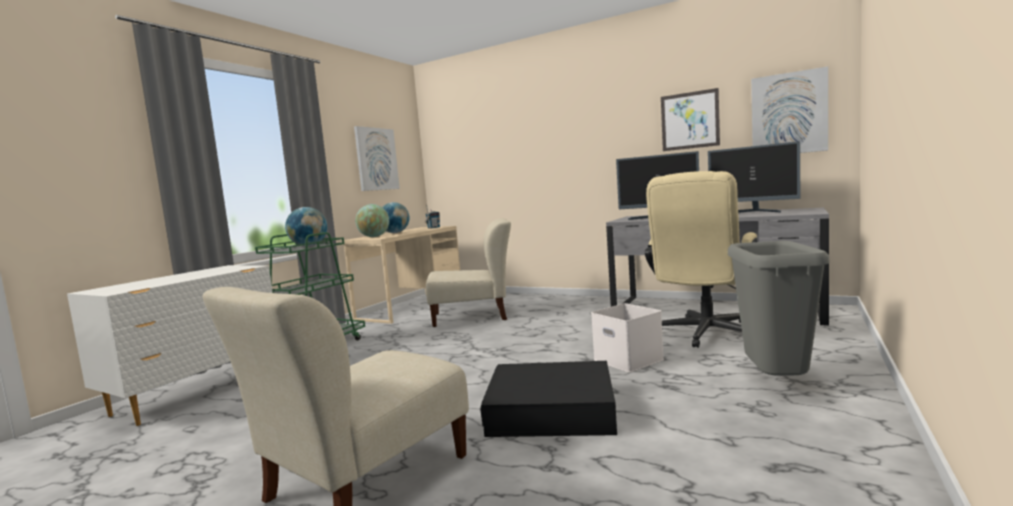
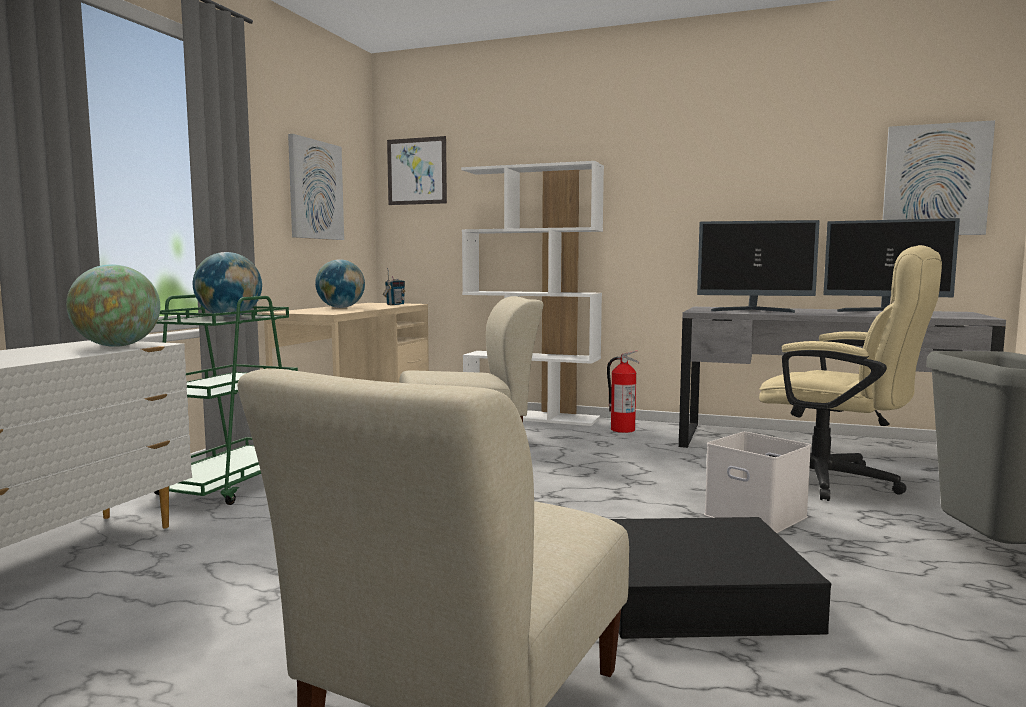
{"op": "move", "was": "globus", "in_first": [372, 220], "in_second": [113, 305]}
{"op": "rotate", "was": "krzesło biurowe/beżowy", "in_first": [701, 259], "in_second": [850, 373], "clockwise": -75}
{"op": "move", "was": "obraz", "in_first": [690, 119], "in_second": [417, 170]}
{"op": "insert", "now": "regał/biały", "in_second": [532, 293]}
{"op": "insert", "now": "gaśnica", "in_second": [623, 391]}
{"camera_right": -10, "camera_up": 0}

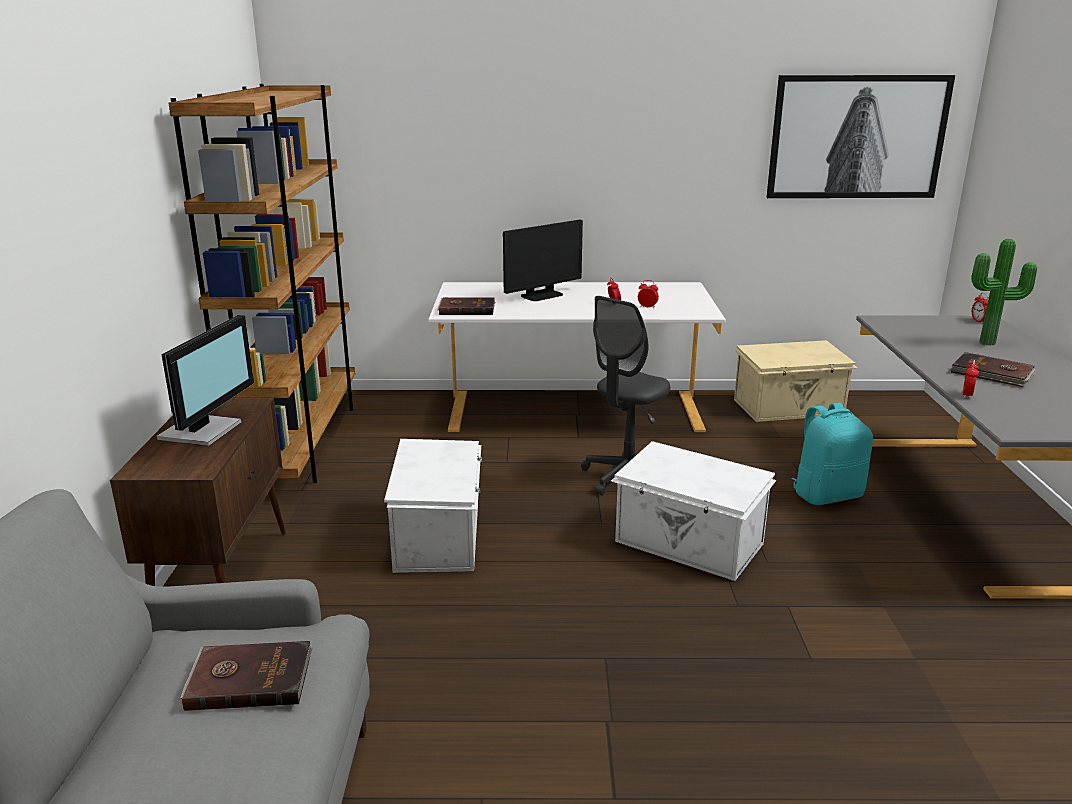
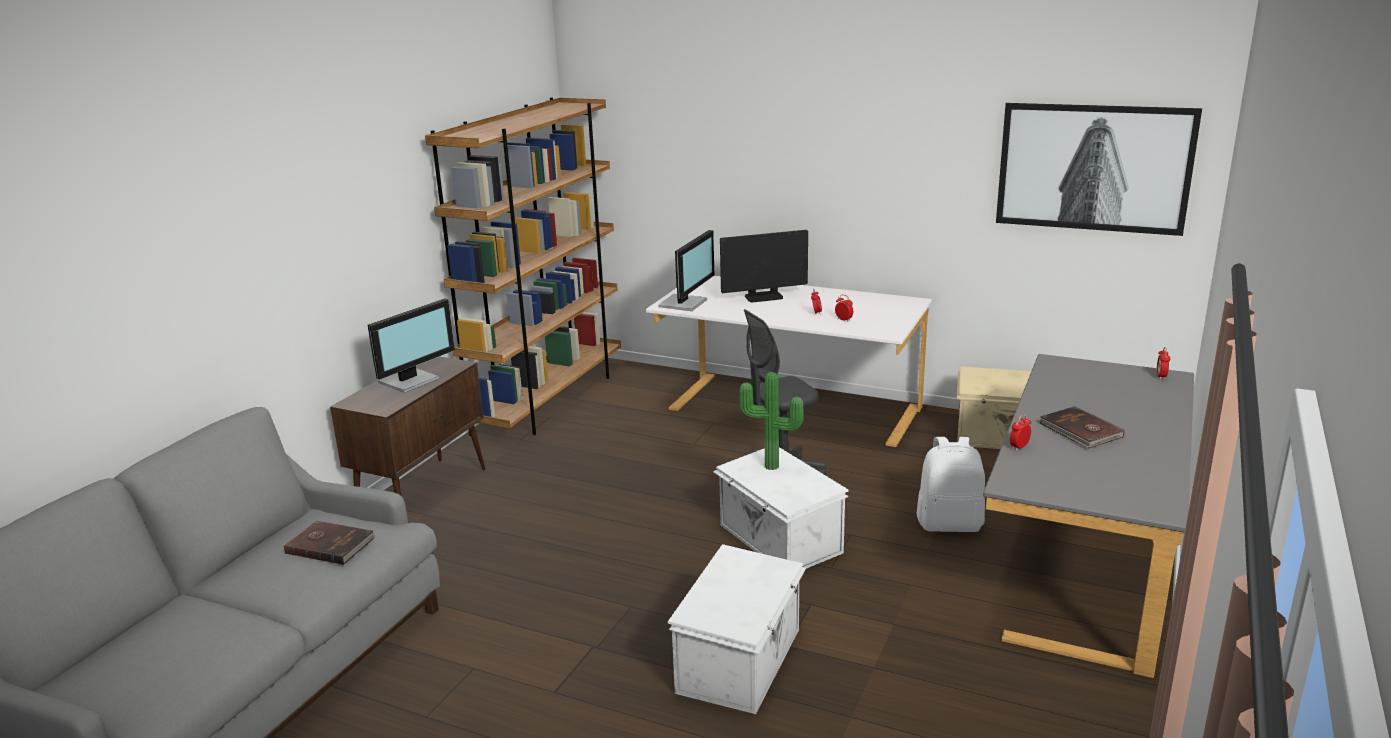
{"op": "move", "was": "pojemnik do przechowywania/biały", "in_first": [433, 506], "in_second": [737, 629]}
{"op": "replace", "was": "książka/brązowy", "now": "monitor", "in_first": [466, 306], "in_second": [686, 270]}
{"op": "recolor", "was": "plecak/turkusowy", "now": "plecak/biały", "in_first": [832, 454], "in_second": [951, 484]}
{"op": "move", "was": "roślina doniczkowa", "in_first": [1004, 292], "in_second": [771, 421]}
{"camera_right": 25, "camera_up": 0}

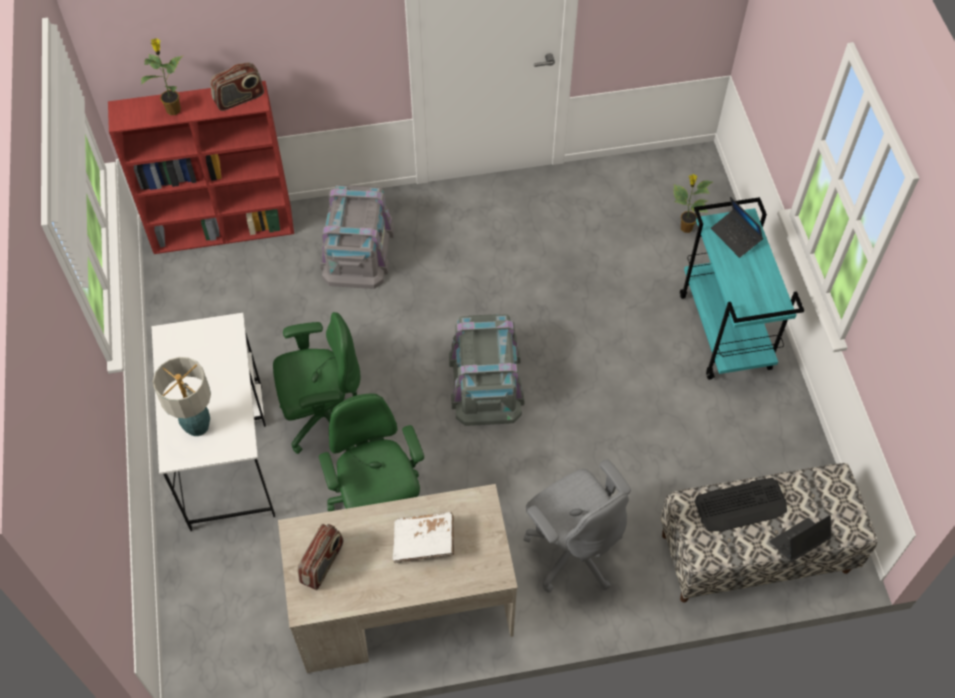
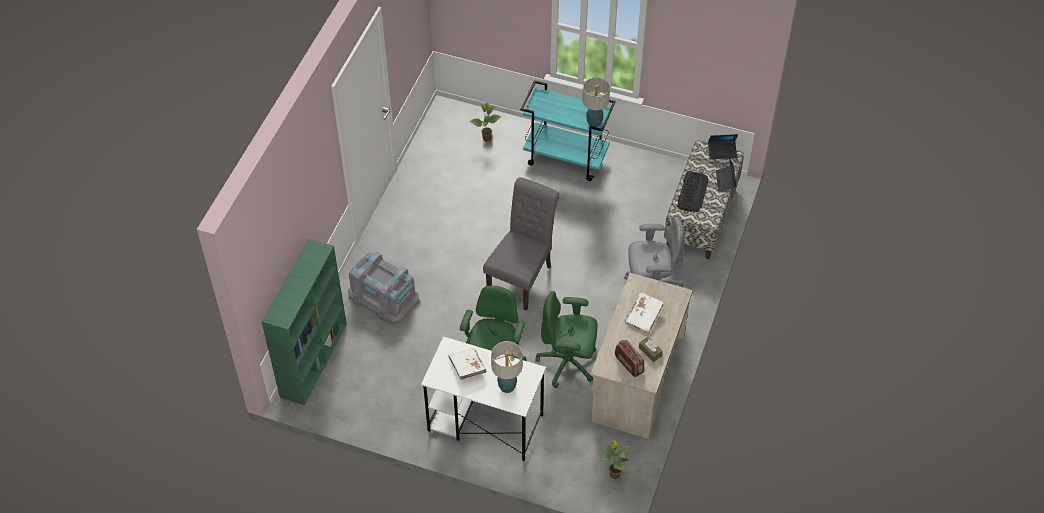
{"op": "recolor", "was": "regał/czerwony", "now": "regał/zielony", "in_first": [201, 167], "in_second": [304, 322]}
{"op": "move", "was": "roślina doniczkowa", "in_first": [162, 76], "in_second": [616, 460]}
{"op": "delete", "was": "radio", "in_first": [237, 87]}
{"op": "replace", "was": "pojemnik do przechowywania/szary", "now": "krzesło/szary", "in_first": [486, 370], "in_second": [521, 244]}
{"op": "move", "was": "laptop", "in_first": [737, 227], "in_second": [723, 146]}
{"op": "insert", "now": "książka/biały", "in_second": [467, 364]}
{"op": "insert", "now": "lampa stołowa", "in_second": [596, 102]}
{"op": "insert", "now": "pudełko chusteczek/brązowy", "in_second": [651, 349]}
{"camera_right": -60, "camera_up": -5}

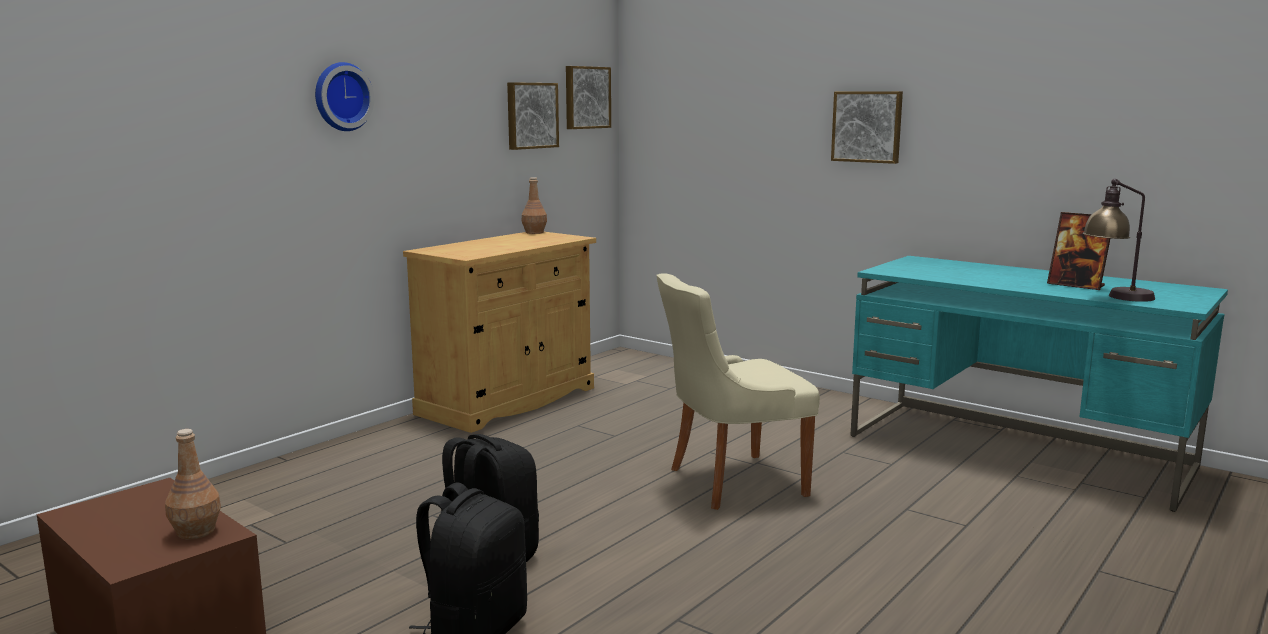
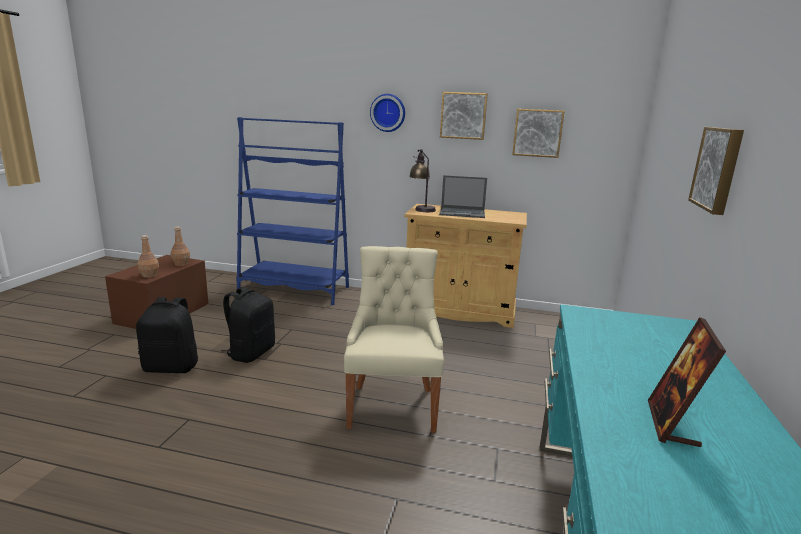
{"op": "move", "was": "butelka/brązowy", "in_first": [534, 205], "in_second": [180, 246]}
{"op": "move", "was": "obraz", "in_first": [588, 97], "in_second": [464, 116]}
{"op": "rotate", "was": "krzesło/beżowy", "in_first": [738, 392], "in_second": [394, 339], "clockwise": 45}
{"op": "move", "was": "lampa stołowa", "in_first": [1119, 240], "in_second": [422, 180]}
{"op": "insert", "now": "regał/niebieski", "in_second": [292, 211]}
{"op": "insert", "now": "laptop", "in_second": [463, 196]}
{"camera_right": 65, "camera_up": 5}

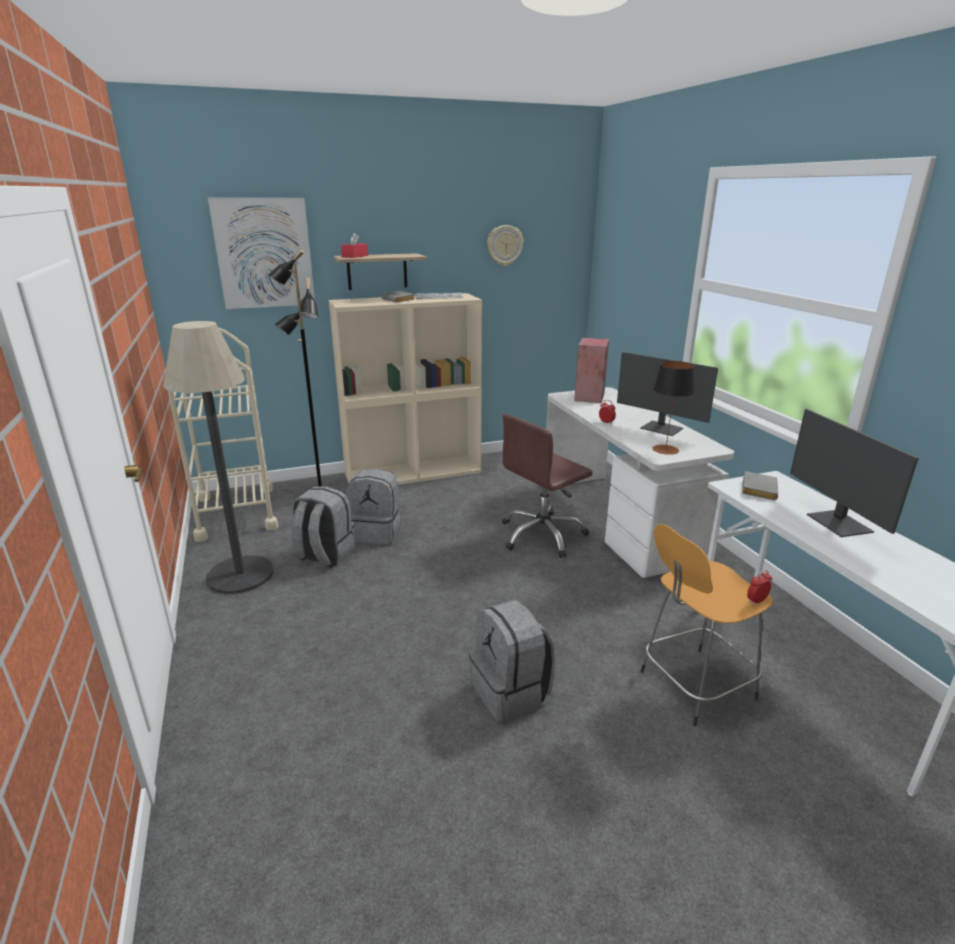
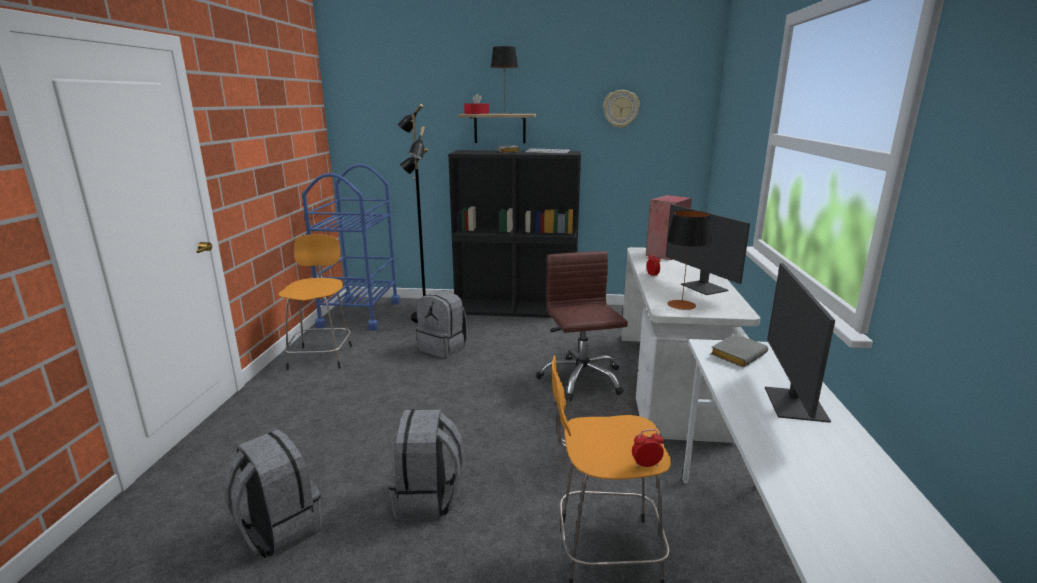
{"op": "replace", "was": "lampa stojąca", "now": "stołek/pomarańczowy", "in_first": [218, 457], "in_second": [315, 302]}
{"op": "recolor", "was": "wózek/beżowy", "now": "wózek/niebieski", "in_first": [223, 434], "in_second": [351, 247]}
{"op": "delete", "was": "obraz", "in_first": [261, 253]}
{"op": "move", "was": "plecak/szary", "in_first": [323, 527], "in_second": [272, 493]}
{"op": "recolor", "was": "regał/beżowy", "now": "regał/czarny", "in_first": [405, 389], "in_second": [514, 234]}
{"op": "rotate", "was": "krzesło biurowe/brązowy", "in_first": [547, 486], "in_second": [582, 326], "clockwise": 90}
{"op": "insert", "now": "lampa stołowa", "in_second": [504, 80]}
{"camera_right": 25, "camera_up": -5}

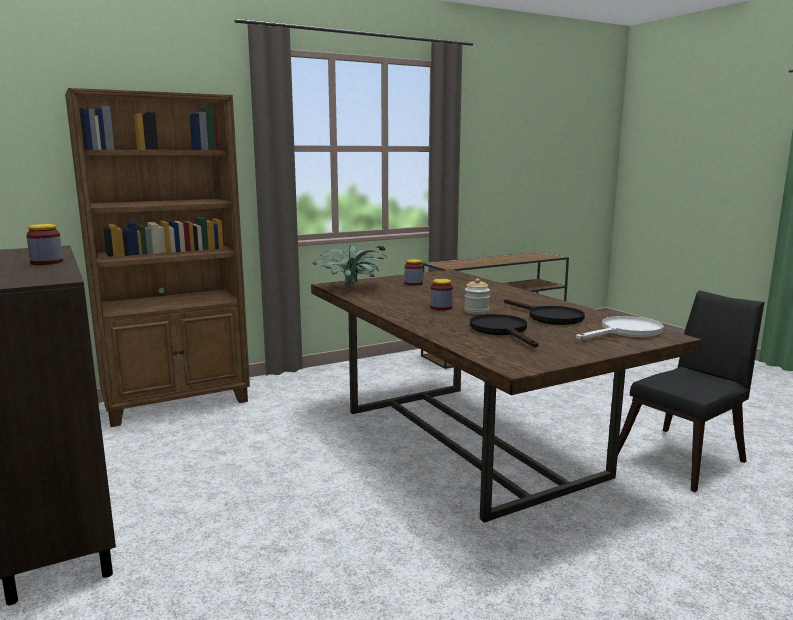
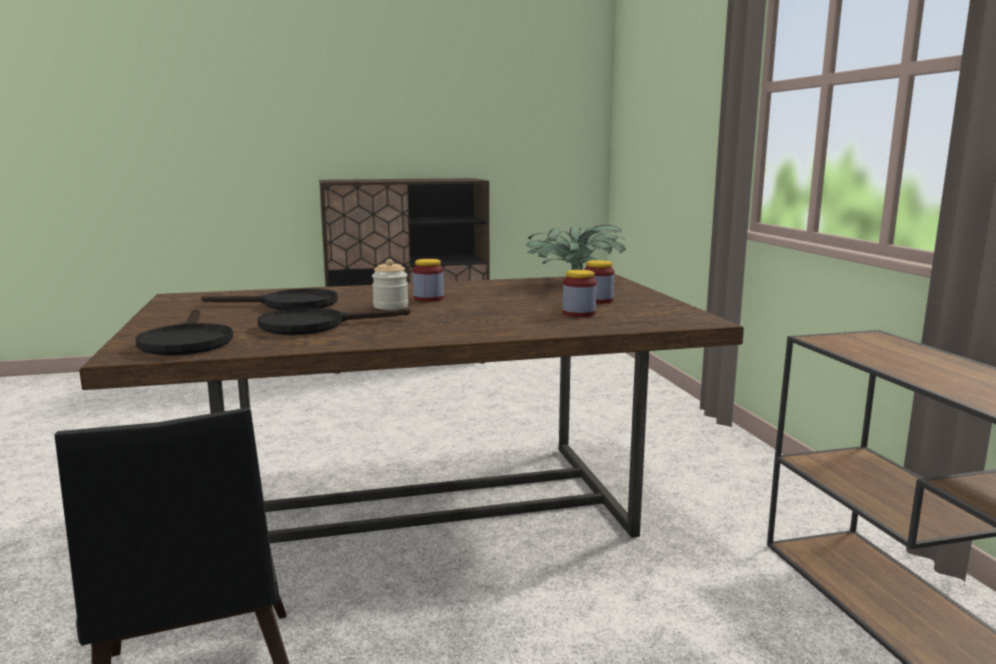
{"op": "move", "was": "słoik", "in_first": [44, 244], "in_second": [580, 293]}
{"op": "delete", "was": "regał/brązowy", "in_first": [157, 257]}
{"op": "recolor", "was": "patelnia/biały", "now": "patelnia/czarny", "in_first": [620, 328], "in_second": [184, 332]}
{"camera_right": 105, "camera_up": 0}

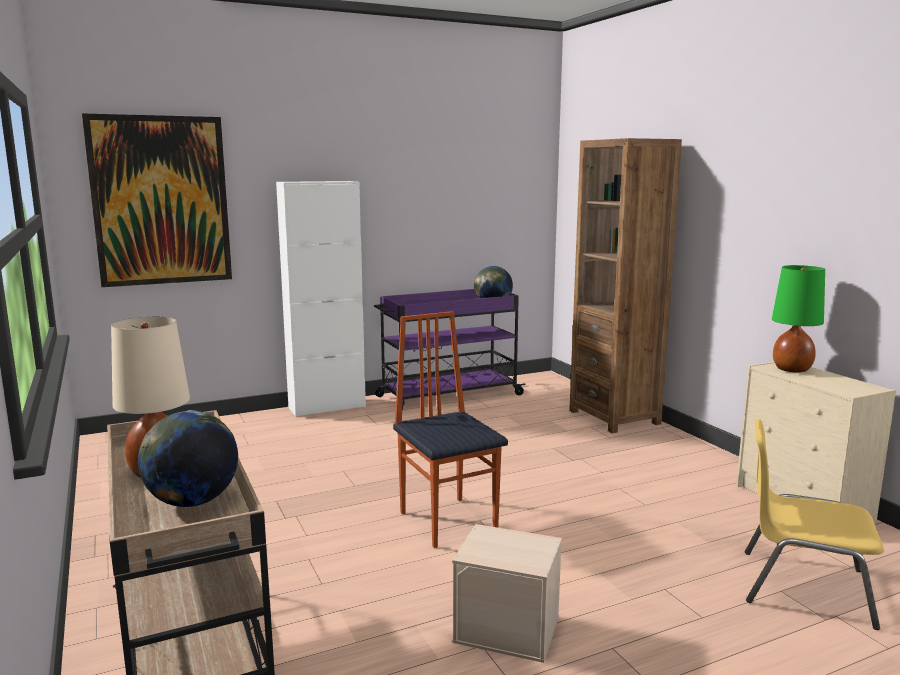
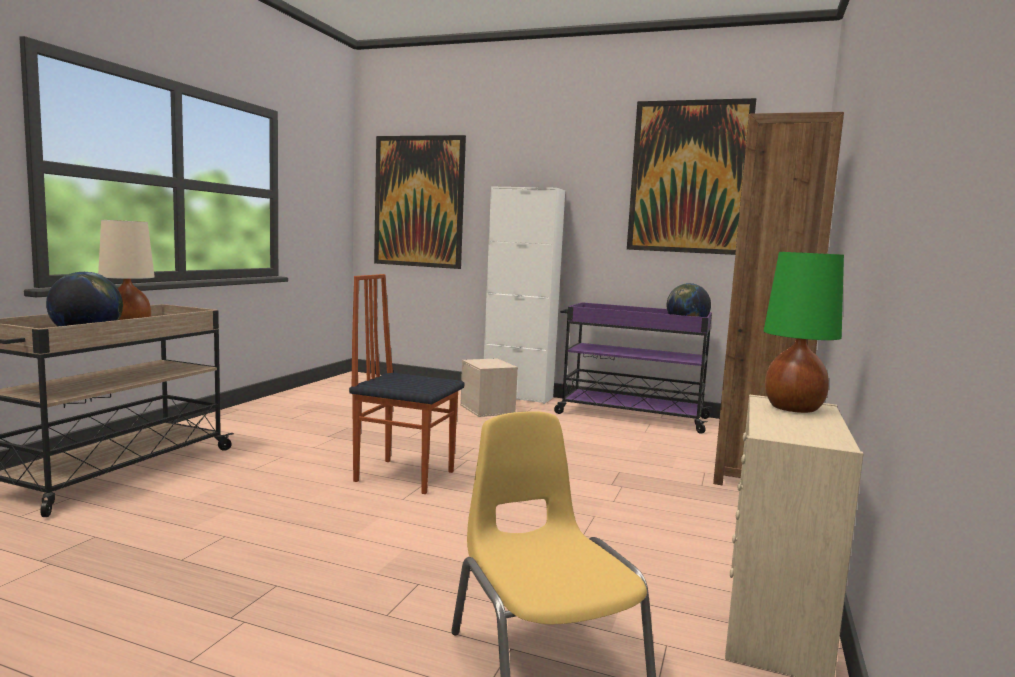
{"op": "rotate", "was": "krzesło", "in_first": [450, 429], "in_second": [406, 384], "clockwise": -90}
{"op": "move", "was": "pojemnik do przechowywania/beżowy", "in_first": [507, 593], "in_second": [489, 387]}
{"op": "insert", "now": "obraz", "in_second": [691, 176]}
{"camera_right": 45, "camera_up": -5}

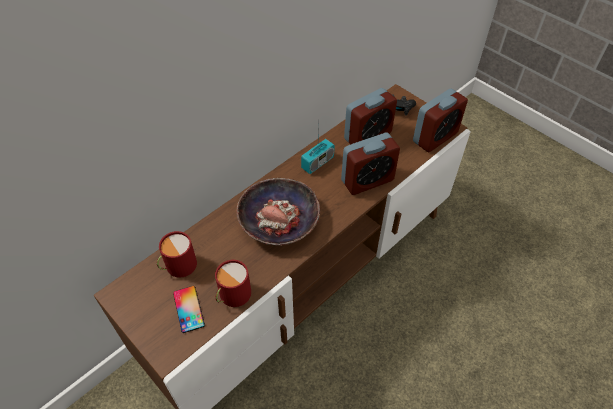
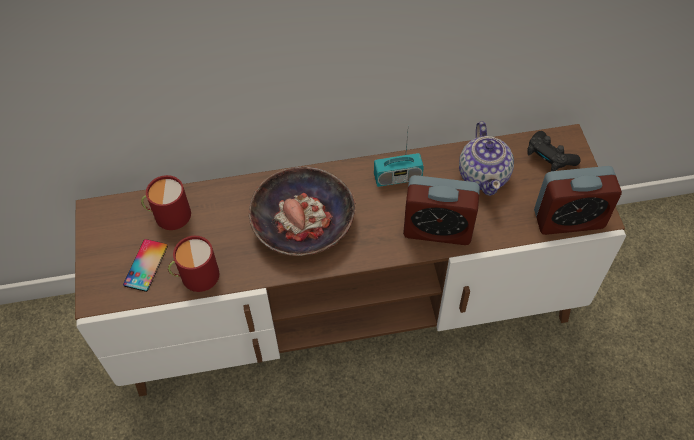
{"op": "replace", "was": "budzik", "now": "imbryk", "in_first": [370, 116], "in_second": [486, 159]}
{"camera_right": 35, "camera_up": 5}

